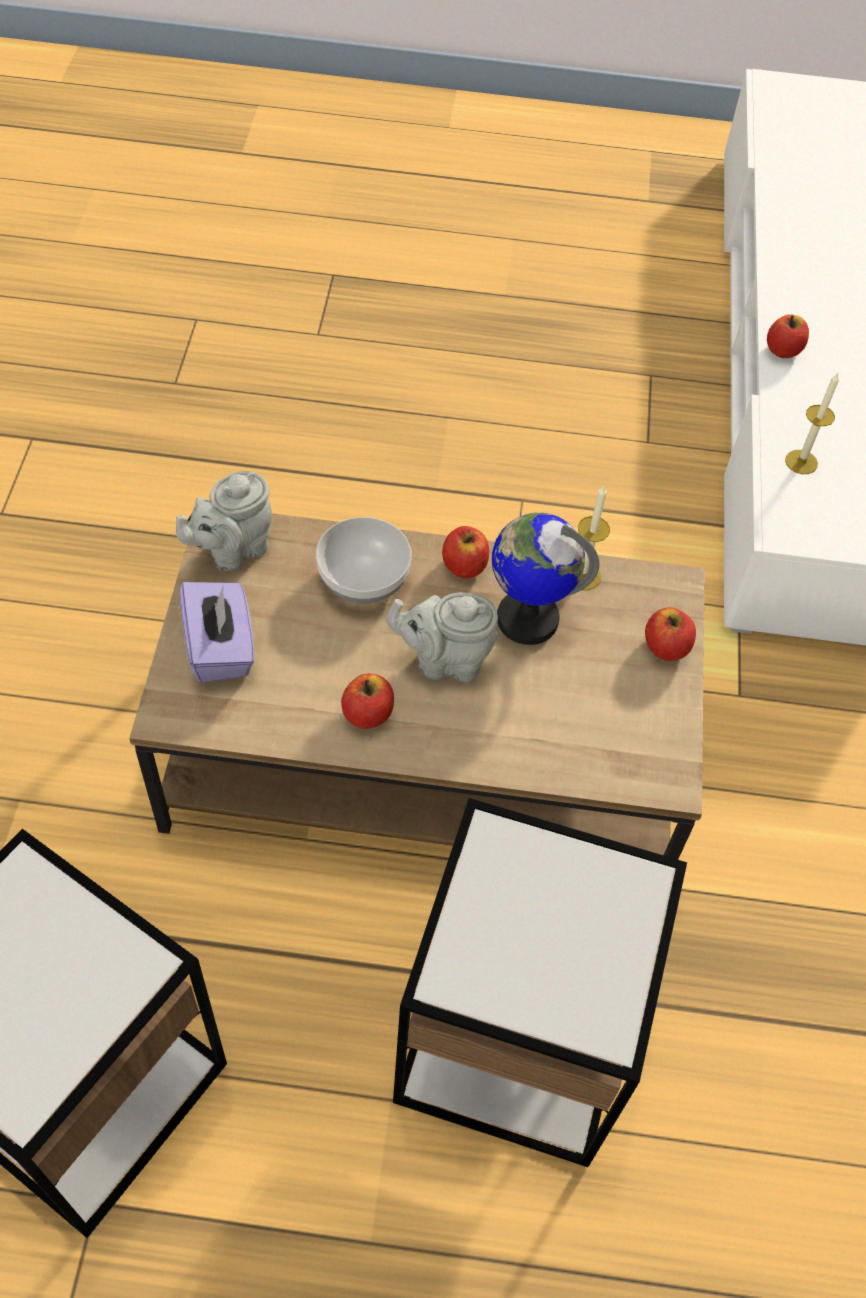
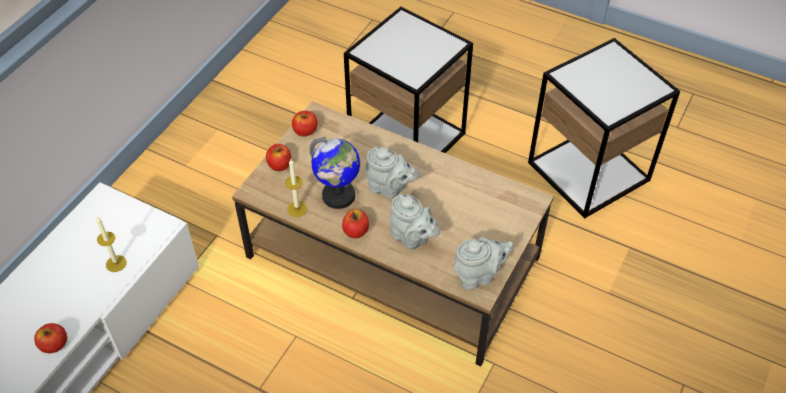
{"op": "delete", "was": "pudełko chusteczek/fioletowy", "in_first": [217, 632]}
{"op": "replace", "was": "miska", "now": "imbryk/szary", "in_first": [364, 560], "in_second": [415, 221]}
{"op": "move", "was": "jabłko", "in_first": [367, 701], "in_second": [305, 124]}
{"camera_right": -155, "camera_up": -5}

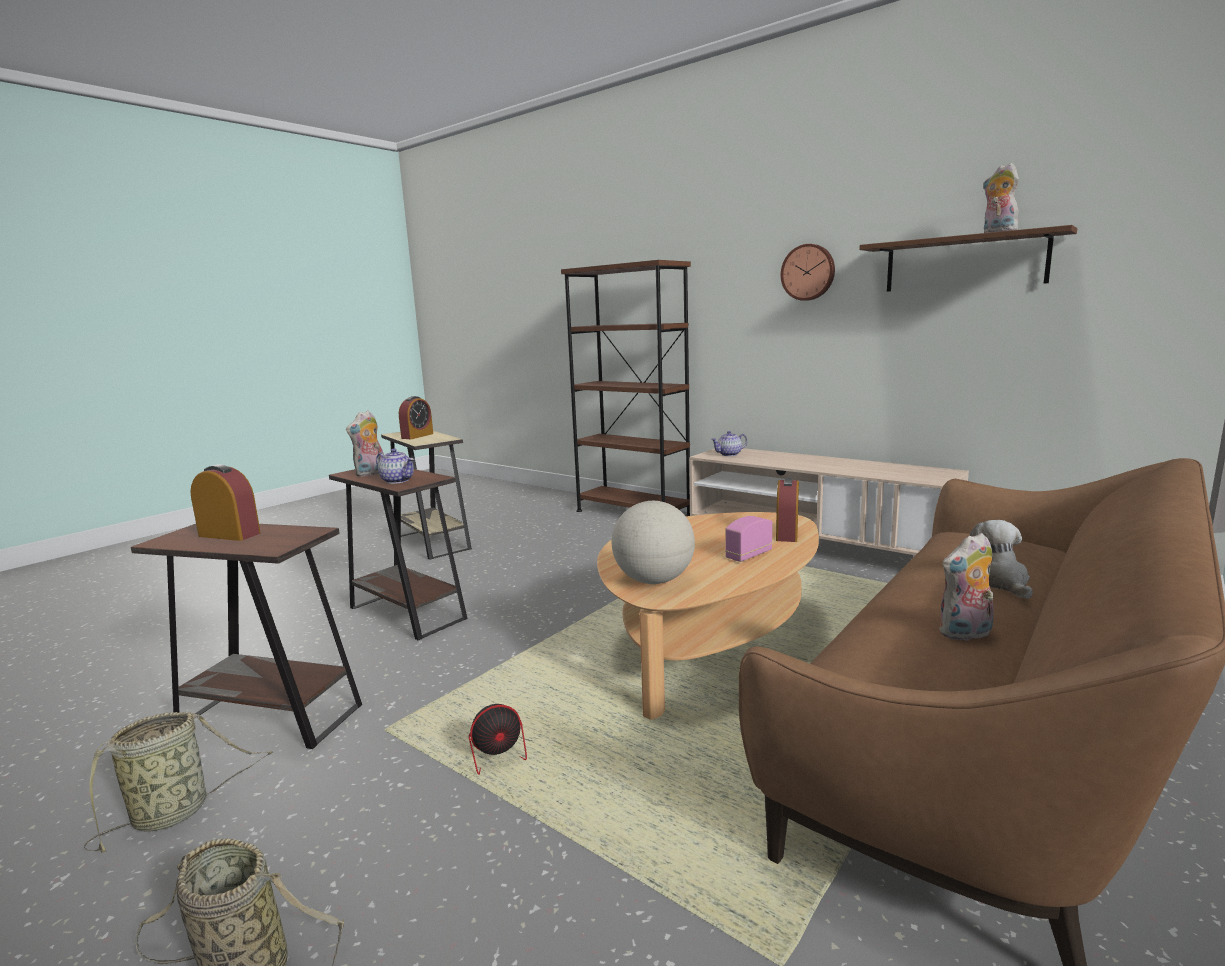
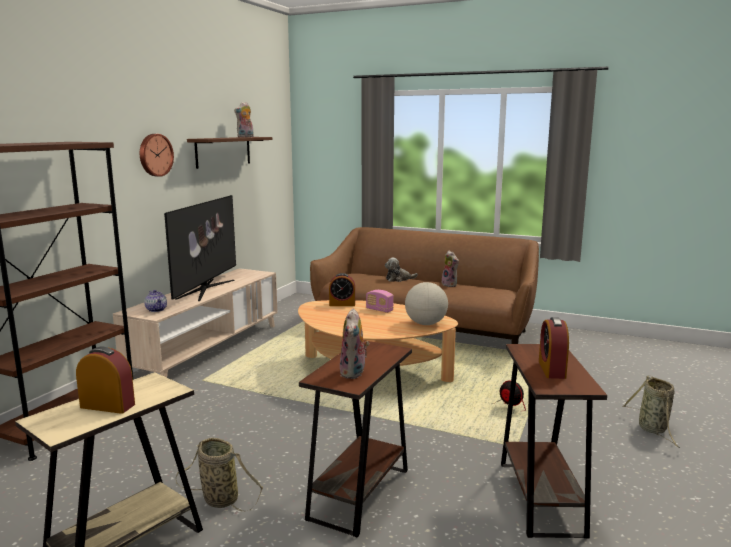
{"op": "move", "was": "koszyk", "in_first": [178, 782], "in_second": [219, 474]}
{"op": "rotate", "was": "pluszak", "in_first": [365, 443], "in_second": [354, 343], "clockwise": 75}
{"op": "delete", "was": "imbryk", "in_first": [395, 466]}
{"op": "insert", "now": "telewizor", "in_second": [200, 248]}
{"camera_right": -105, "camera_up": 0}

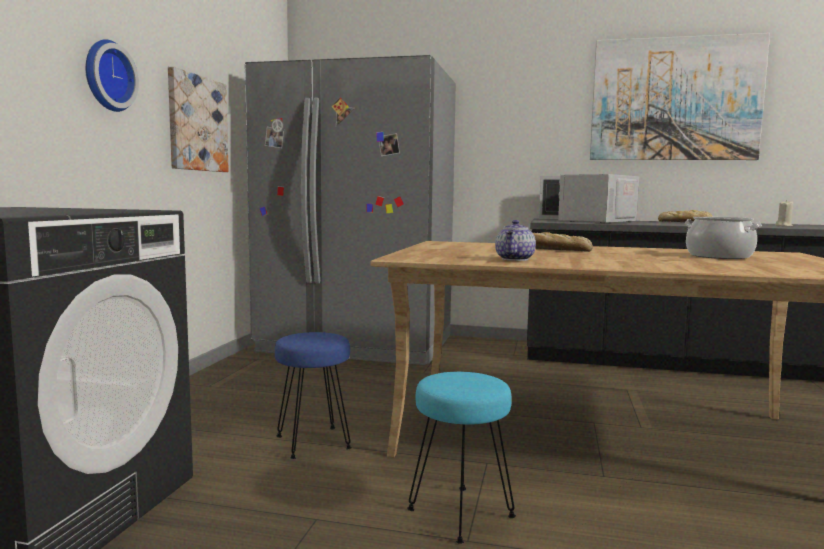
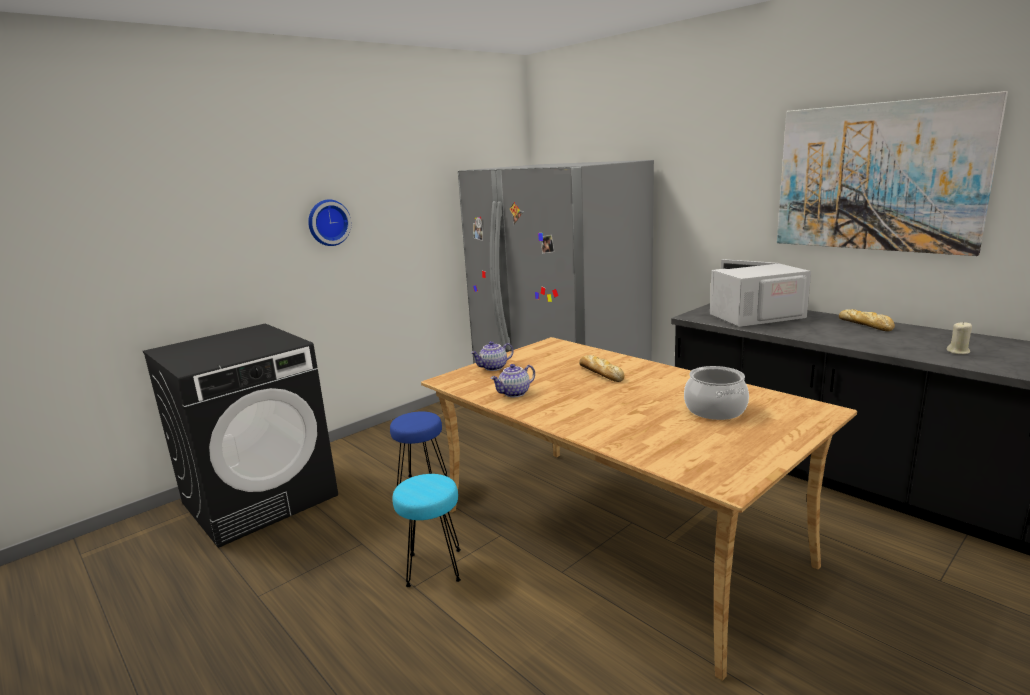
{"op": "delete", "was": "obraz", "in_first": [198, 119]}
{"op": "insert", "now": "imbryk", "in_second": [492, 356]}
{"camera_right": 35, "camera_up": 10}

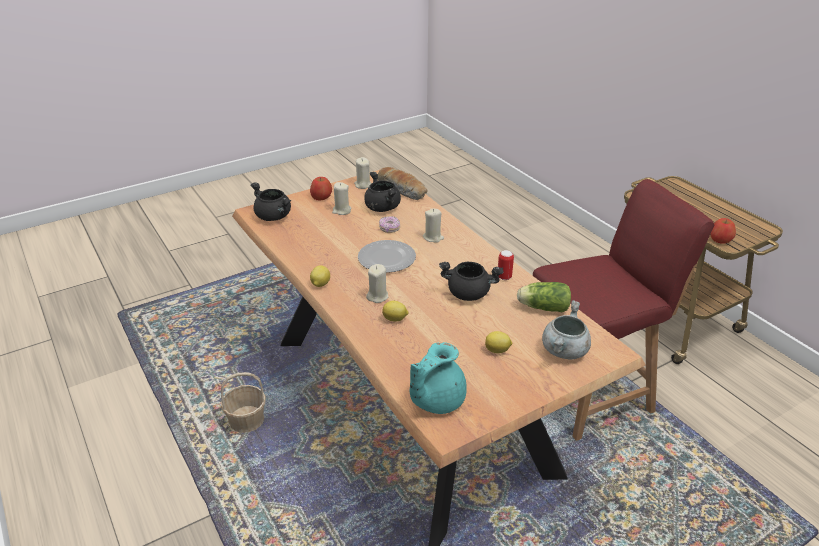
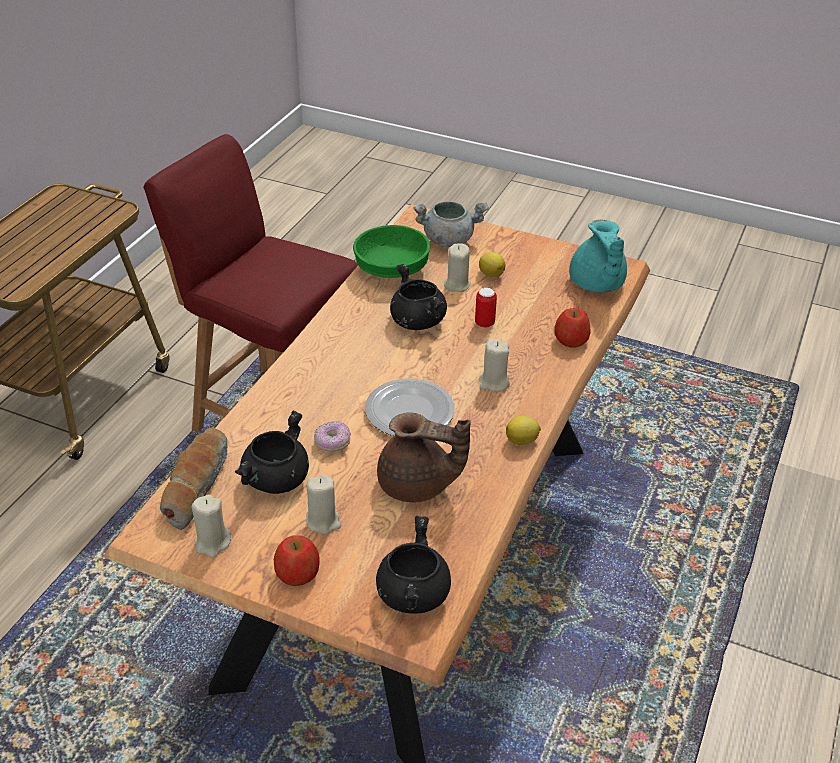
{"op": "delete", "was": "koszyk", "in_first": [243, 402]}
{"op": "delete", "was": "cytryna", "in_first": [395, 311]}
{"op": "rotate", "was": "imbryk/turkusowy", "in_first": [438, 378], "in_second": [598, 256], "clockwise": 75}
{"op": "move", "was": "świeca/beżowy", "in_first": [433, 225], "in_second": [457, 267]}
{"op": "move", "was": "puszka", "in_first": [506, 265], "in_second": [486, 308]}
{"op": "replace", "was": "sałata", "now": "miska/zielony", "in_first": [544, 297], "in_second": [391, 251]}
{"op": "move", "was": "jabłko", "in_first": [723, 231], "in_second": [572, 328]}
{"op": "insert", "now": "imbryk/brązowy", "in_second": [424, 457]}
{"camera_right": -125, "camera_up": 5}

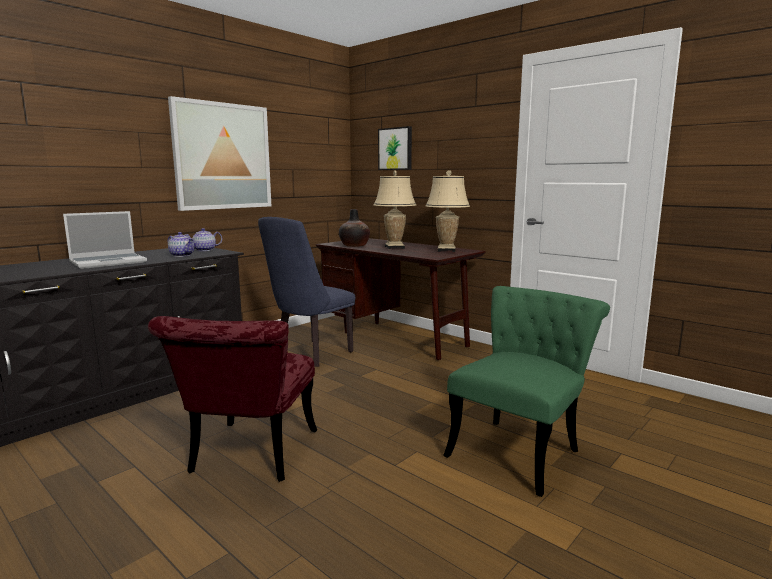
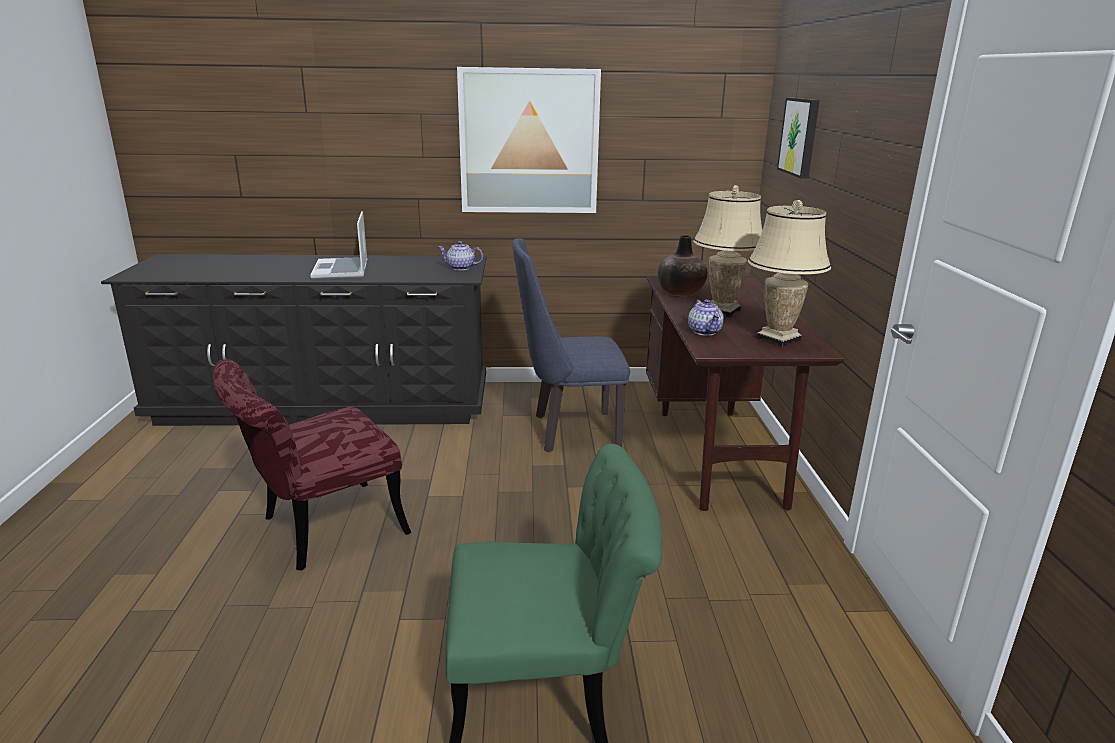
{"op": "rotate", "was": "laptop", "in_first": [105, 240], "in_second": [338, 245], "clockwise": 75}
{"op": "move", "was": "imbryk", "in_first": [181, 244], "in_second": [706, 317]}
{"camera_right": 45, "camera_up": 10}

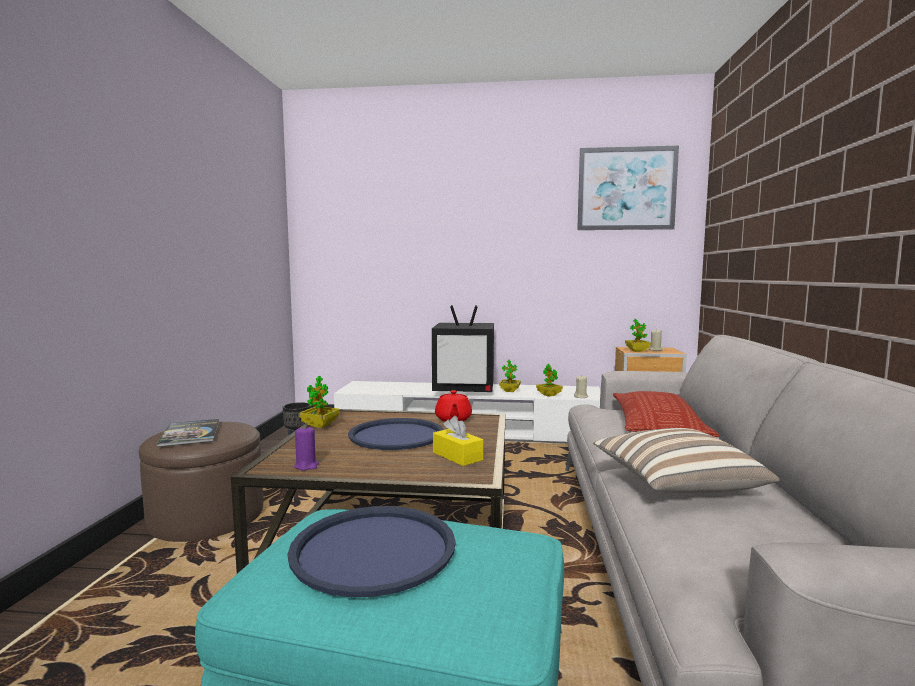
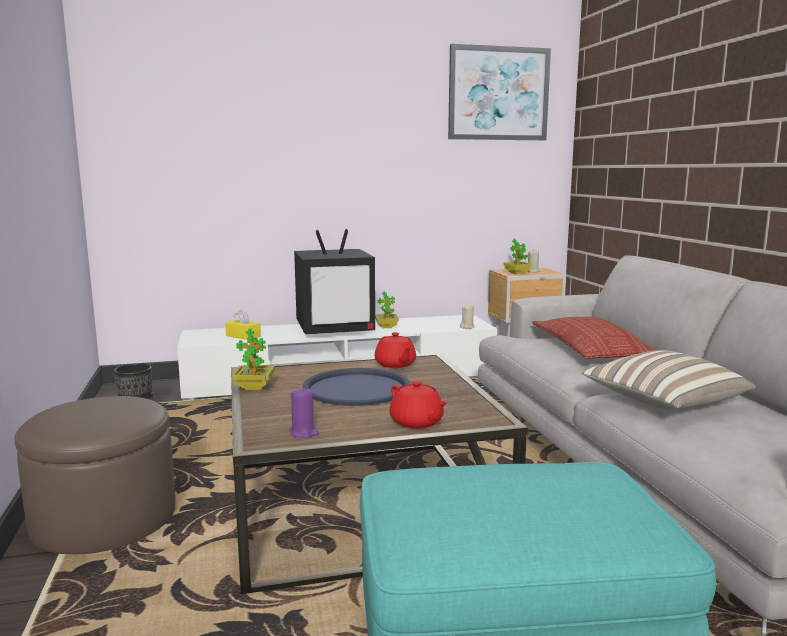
{"op": "delete", "was": "książka", "in_first": [188, 433]}
{"op": "delete", "was": "taca/niebieski", "in_first": [372, 551]}
{"op": "move", "was": "pudełko chusteczek/żółty", "in_first": [458, 441], "in_second": [243, 325]}
{"op": "delete", "was": "roślina doniczkowa", "in_first": [549, 380]}
{"op": "insert", "now": "imbryk/czerwony", "in_second": [418, 405]}
{"camera_right": -20, "camera_up": 5}

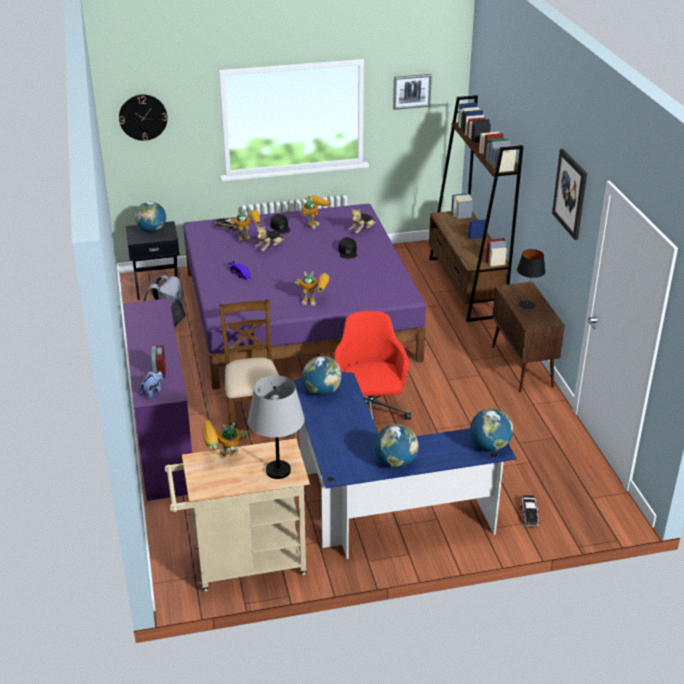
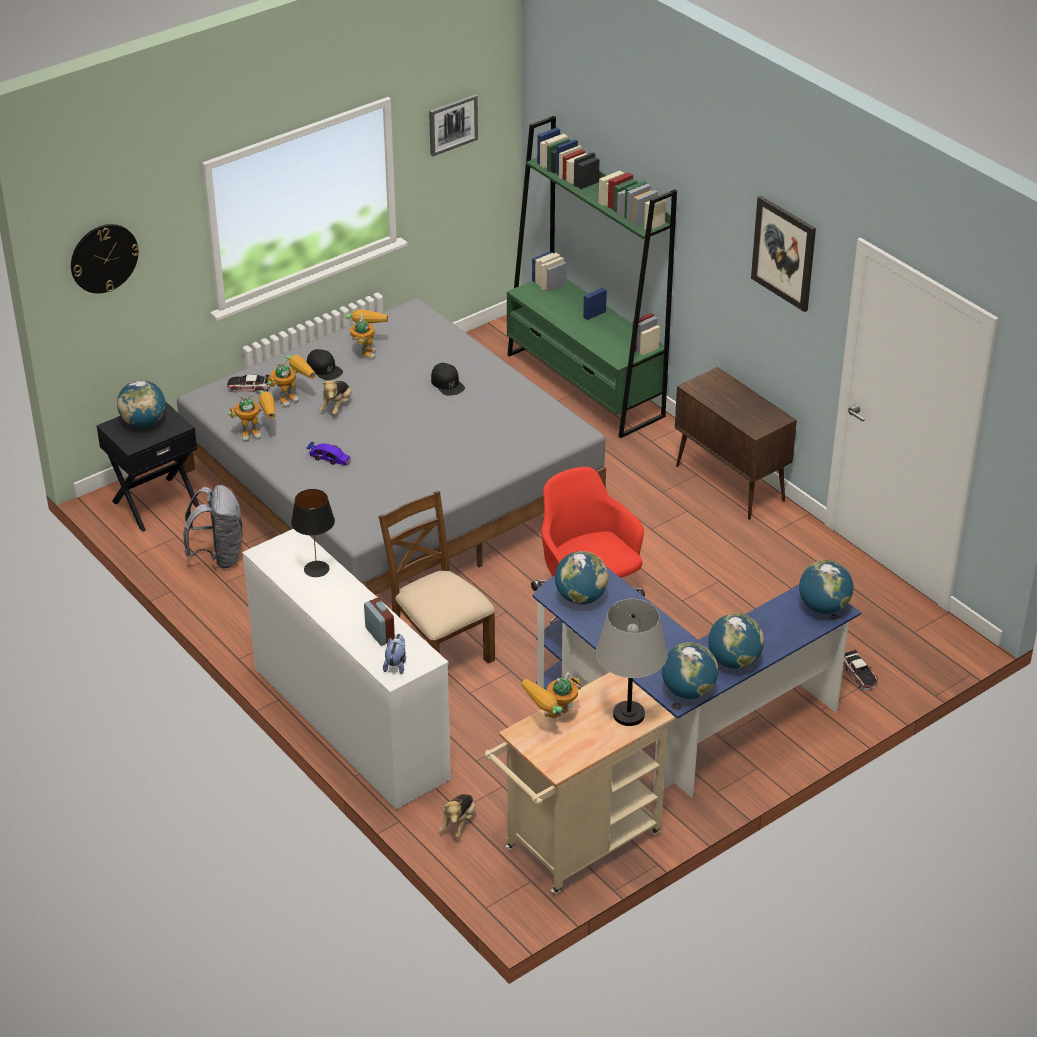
{"op": "recolor", "was": "komoda/fioletowy", "now": "komoda/biały", "in_first": [157, 399], "in_second": [346, 669]}
{"op": "recolor", "was": "łóżko/fioletowy", "now": "łóżko/szary", "in_first": [304, 297], "in_second": [391, 446]}
{"op": "move", "was": "robot zabawkowy", "in_first": [312, 288], "in_second": [251, 416]}
{"op": "move", "was": "pluszak", "in_first": [363, 221], "in_second": [457, 816]}
{"op": "recolor", "was": "regał/brązowy", "now": "regał/zielony", "in_first": [476, 208], "in_second": [592, 277]}
{"op": "move", "was": "lampa stołowa/czarny", "in_first": [531, 279], "in_second": [313, 533]}
{"op": "insert", "now": "globus", "in_second": [690, 670]}
{"camera_right": -25, "camera_up": 5}

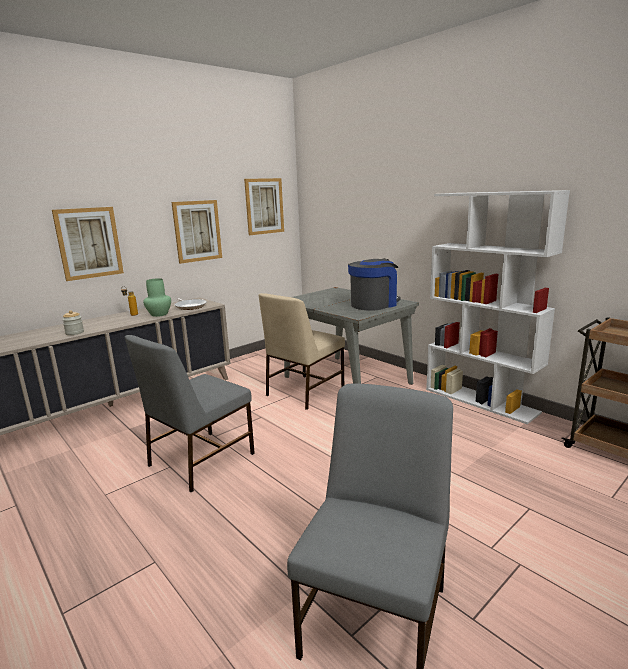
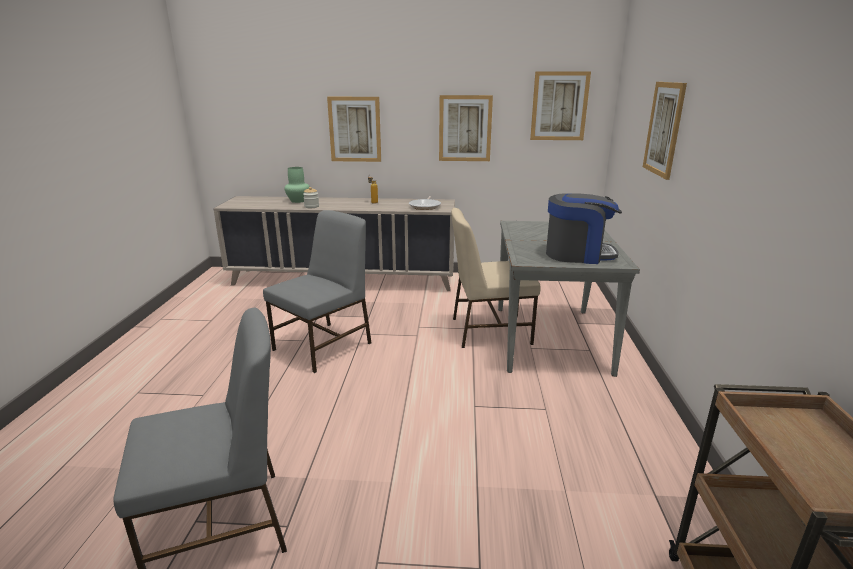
{"op": "rotate", "was": "krzesło/szary", "in_first": [190, 413], "in_second": [317, 291], "clockwise": 135}
{"op": "move", "was": "wazon/zielony", "in_first": [157, 297], "in_second": [297, 185]}
{"op": "delete", "was": "regał/biały", "in_first": [498, 307]}
{"op": "insert", "now": "obraz", "in_second": [665, 131]}
{"camera_right": 45, "camera_up": 5}

